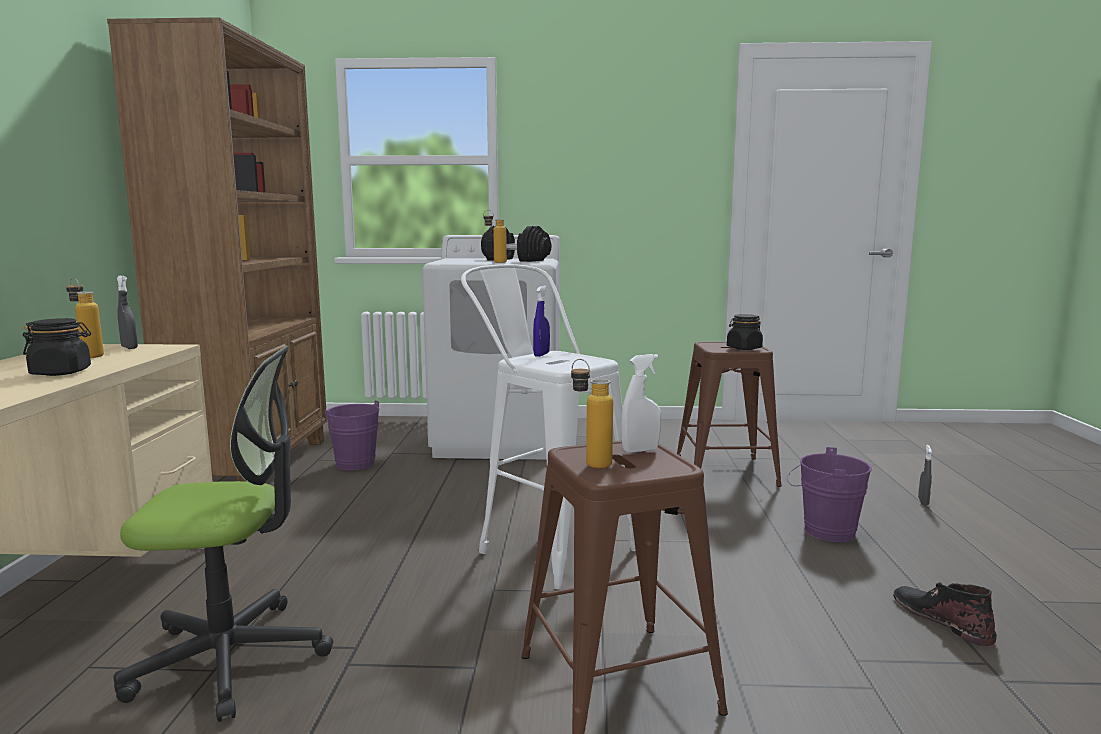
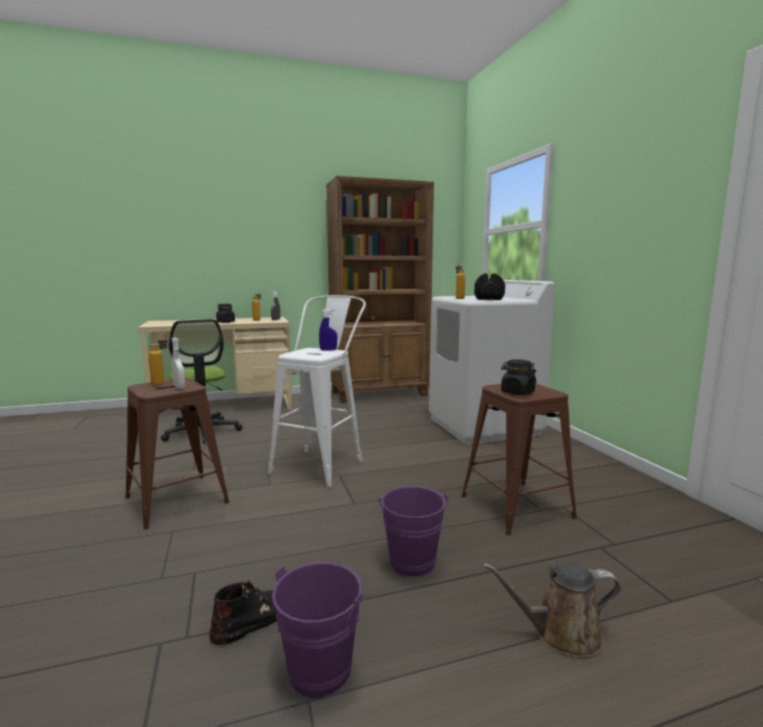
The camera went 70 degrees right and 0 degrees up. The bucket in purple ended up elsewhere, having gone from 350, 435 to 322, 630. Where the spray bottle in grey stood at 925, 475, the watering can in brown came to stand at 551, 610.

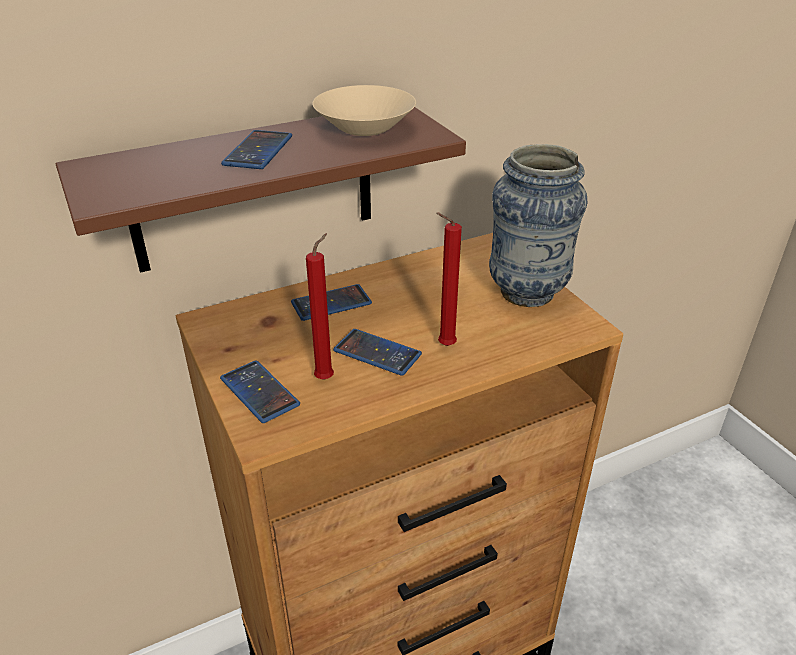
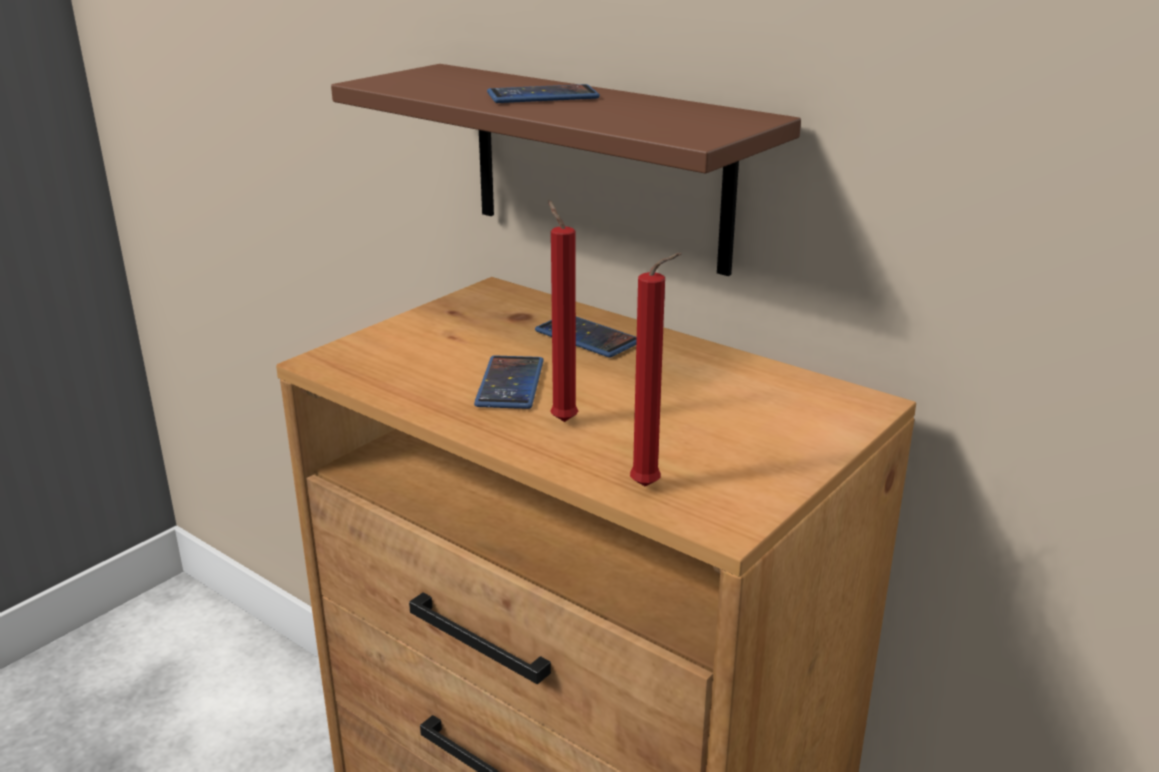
The camera went 65 degrees right and 10 degrees down. The candle in red ended up elsewhere, having gone from 320, 306 to 656, 369. The second view lost the phone at 260, 391. The second view lost the bowl in beige at 364, 110. The second view lost the vase at 538, 225.

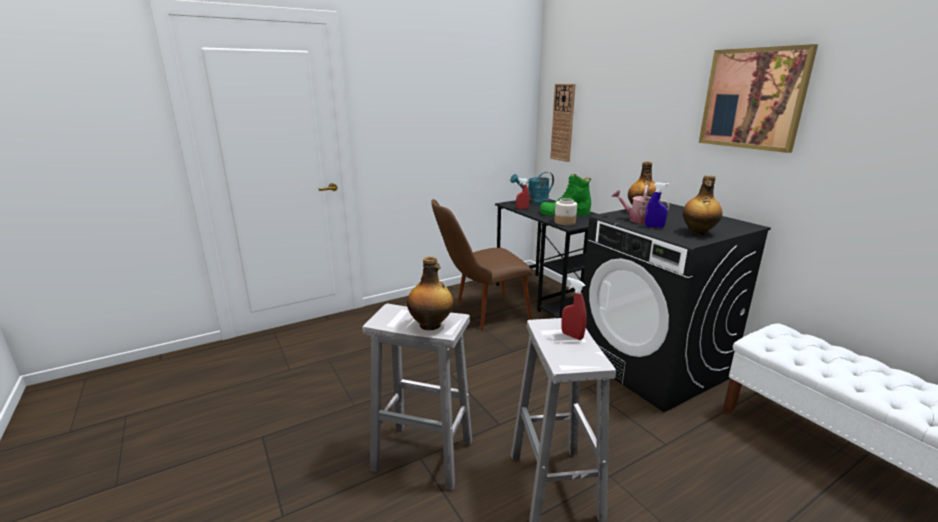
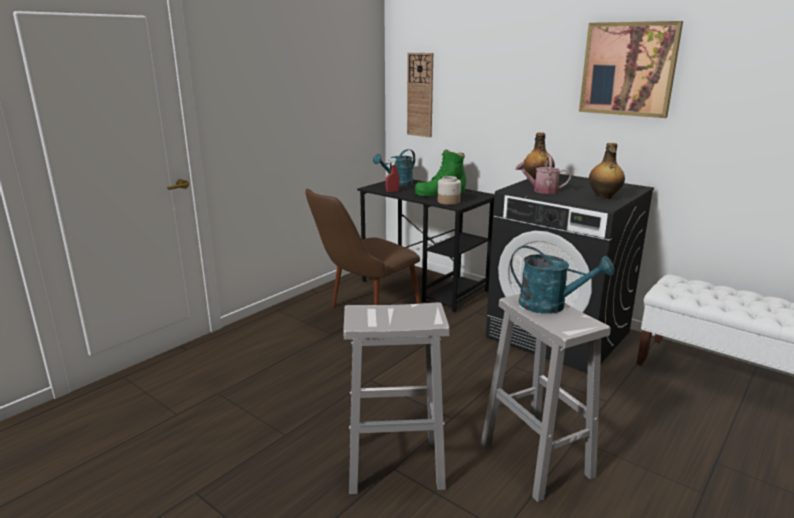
The camera went 20 degrees left and 0 degrees up. Where the spray bottle in red stood at 574, 309, the watering can in turquoise came to stand at 562, 280. The second view lost the bottle at 430, 293. The second view lost the spray bottle in blue at 657, 205.

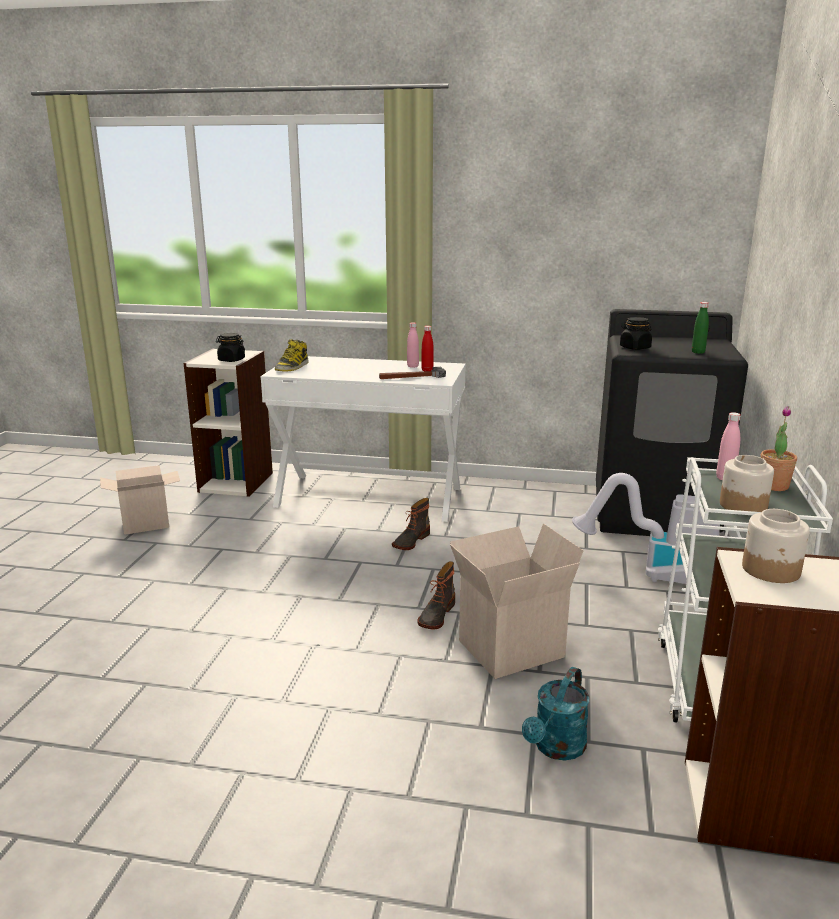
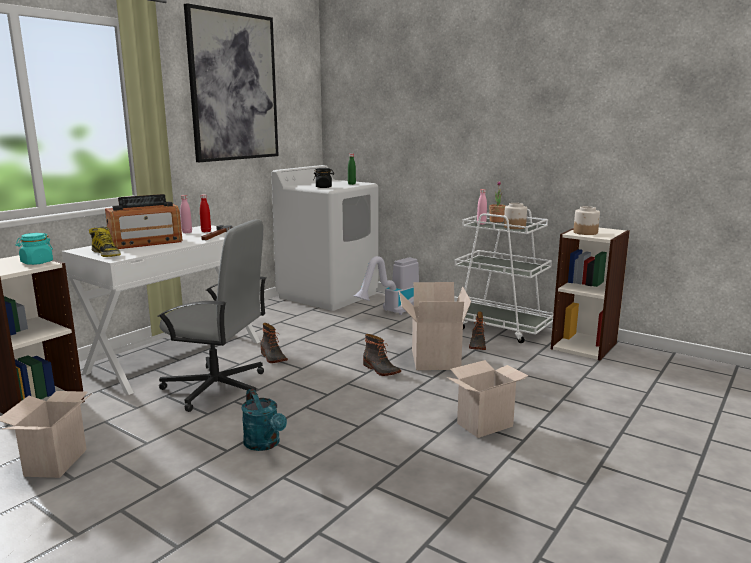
The camera went 65 degrees left and 5 degrees down. What was the jar in black at 230, 347 turned into the jar in turquoise at 34, 249. The second view gained the radio at 144, 221. The second view gained the office chair in grey at 211, 315. The second view gained the picture at 231, 82. The watering can in turquoise ended up elsewhere, having gone from 555, 713 to 264, 420. What was the washing machine in black at 672, 422 turned into the washing machine in white at 325, 238. The second view gained the cardboard box at 487, 399. The second view gained the boot at 477, 331.

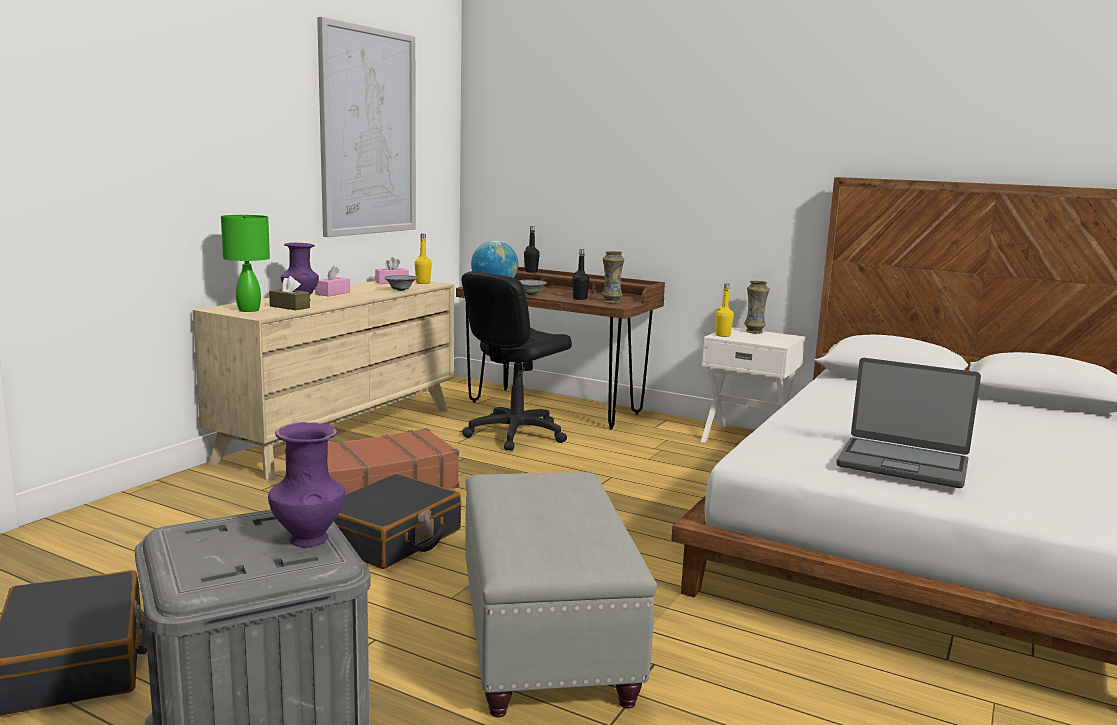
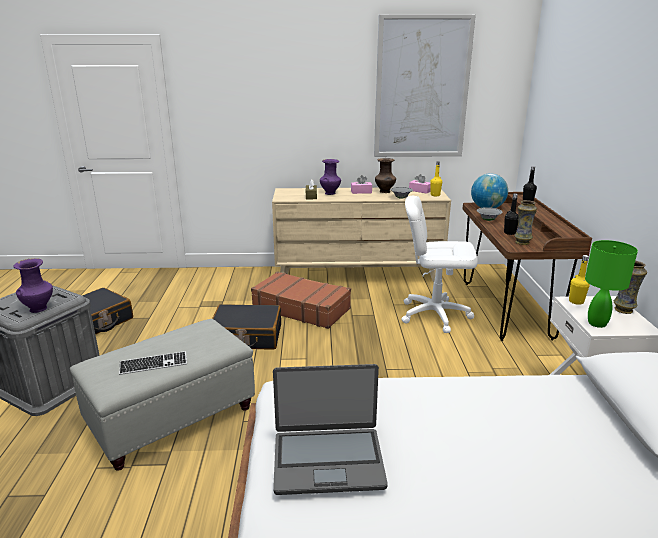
The camera went 60 degrees right and 10 degrees up. The second view gained the keyboard at 153, 363. The laptop at 908, 423 ended up facing another way, 90 degrees counterclockwise from before. The second view gained the vase in brown at 385, 175. What was the office chair in black at 516, 361 turned into the office chair in white at 439, 264. The table lamp in green ended up elsewhere, having gone from 245, 263 to 611, 284.

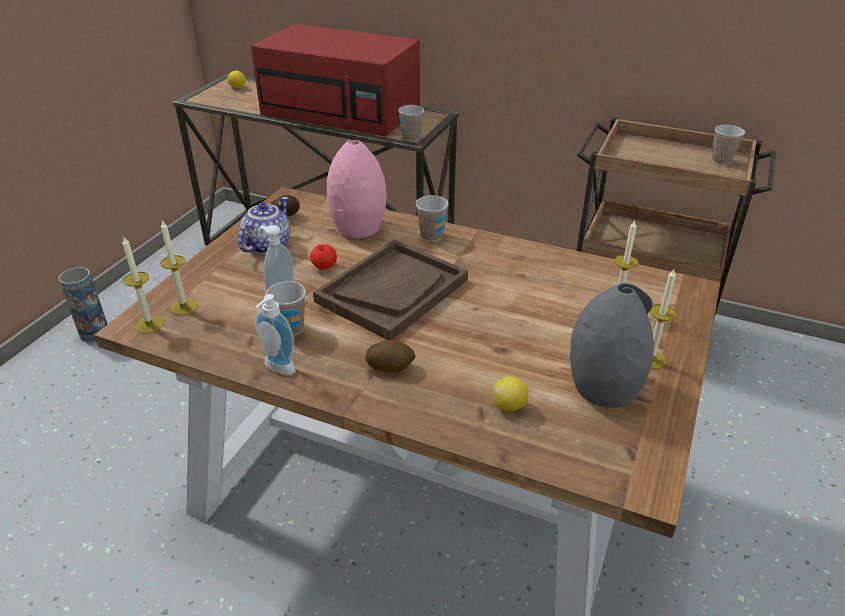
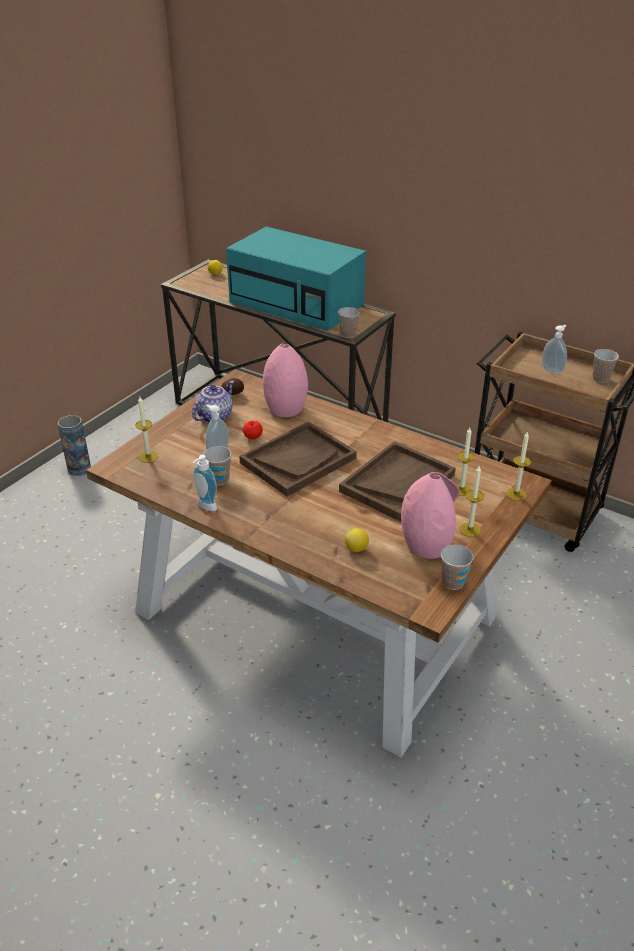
The camera went 10 degrees right and 0 degrees up. What was the microwave in red at 335, 80 turned into the microwave in turquoise at 296, 279. The second view gained the tray in brown at 397, 481. What was the vase in grey at 612, 345 turned into the vase in pink at 430, 515. The cup ended up elsewhere, having gone from 432, 218 to 457, 567. The candle ended up elsewhere, having gone from 143, 285 to 518, 466. The second view gained the soap dispenser at 554, 349. The second view lost the potato at 390, 356.

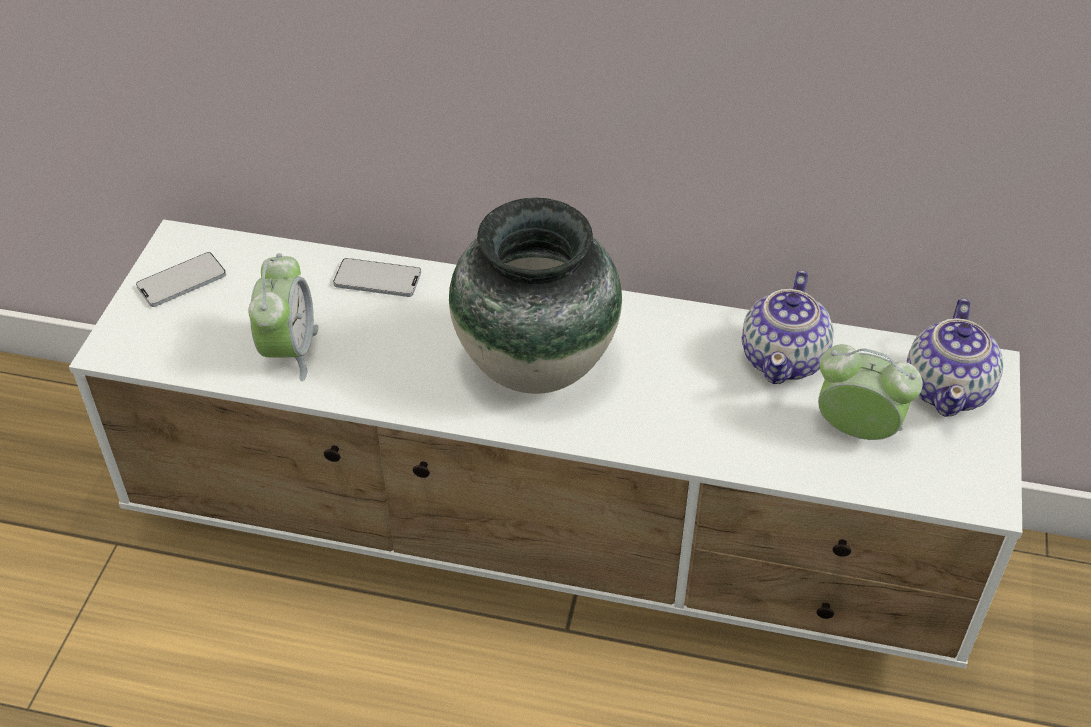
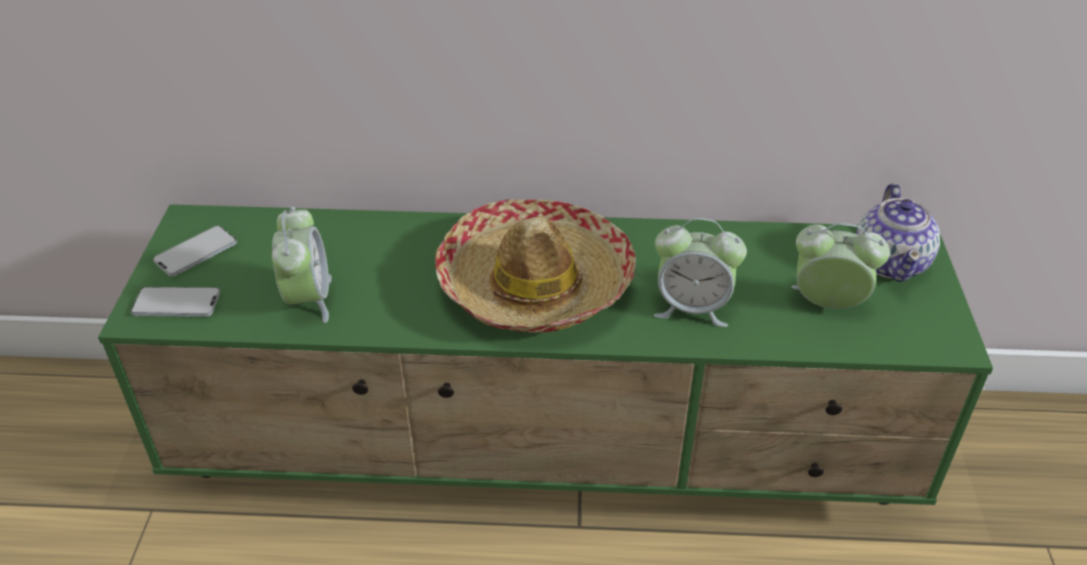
The camera went 10 degrees left and 5 degrees down. What was the tv stand in white at 545, 443 turned into the tv stand in green at 545, 354. The phone ended up elsewhere, having gone from 377, 277 to 175, 302. Where the vase stood at 535, 296, the hat came to stand at 535, 266. The second view gained the alarm clock at 700, 272. The second view lost the teapot at 788, 327.

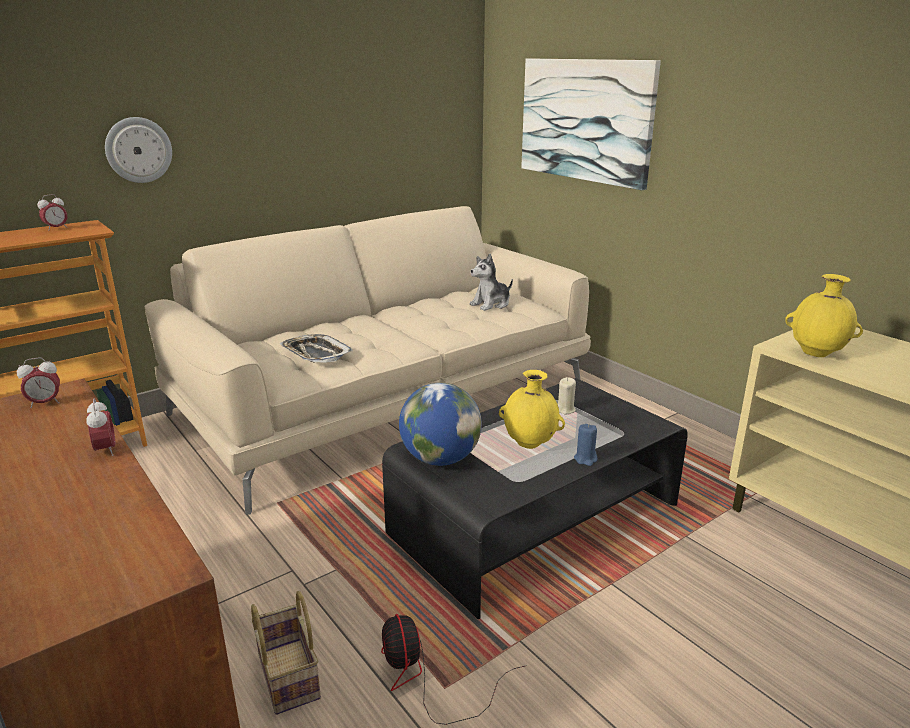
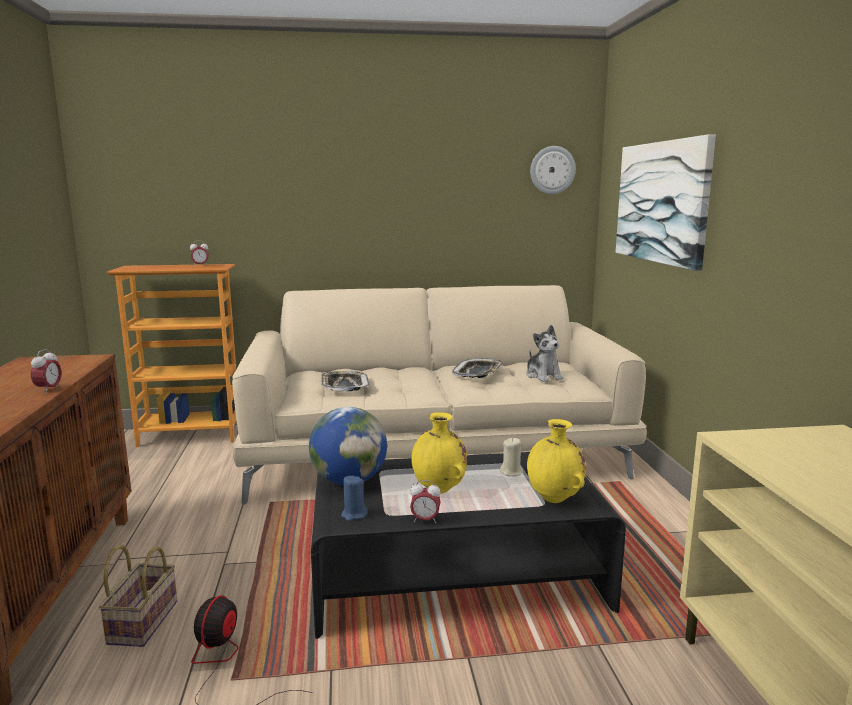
The camera went 30 degrees right and 10 degrees down. The candle in blue ended up elsewhere, having gone from 586, 445 to 354, 498. The alarm clock ended up elsewhere, having gone from 38, 382 to 425, 501. The second view gained the tray at 477, 368. The plush toy at 491, 282 ended up facing another way, 105 degrees counterclockwise from before. The vase in yellow ended up elsewhere, having gone from 824, 315 to 556, 461. The wall clock ended up elsewhere, having gone from 138, 150 to 553, 170.

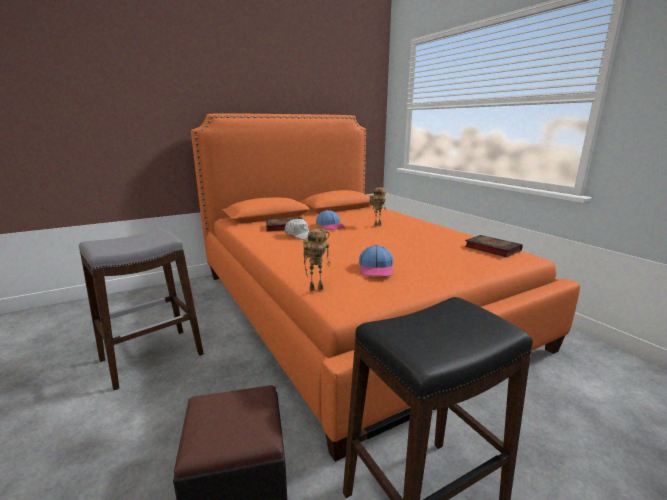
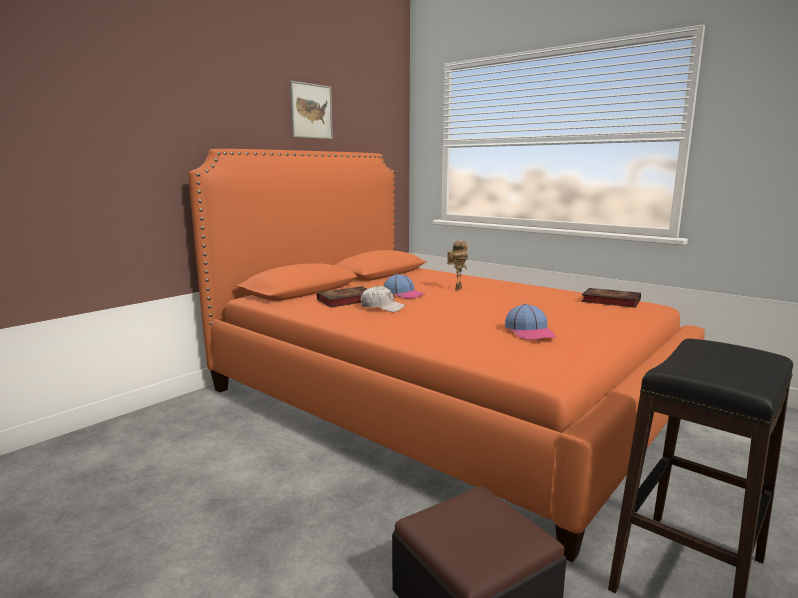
The camera went 20 degrees left and 5 degrees down. The second view gained the picture at 311, 110. The second view lost the stool in grey at 141, 309. The second view lost the toy robot at 317, 259.

